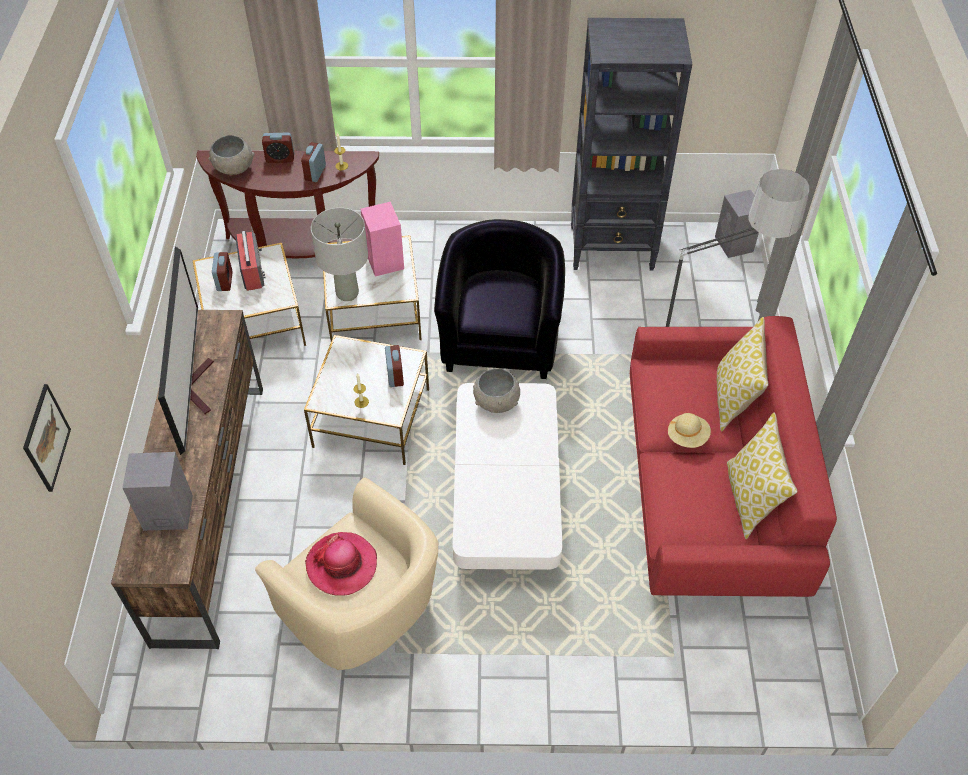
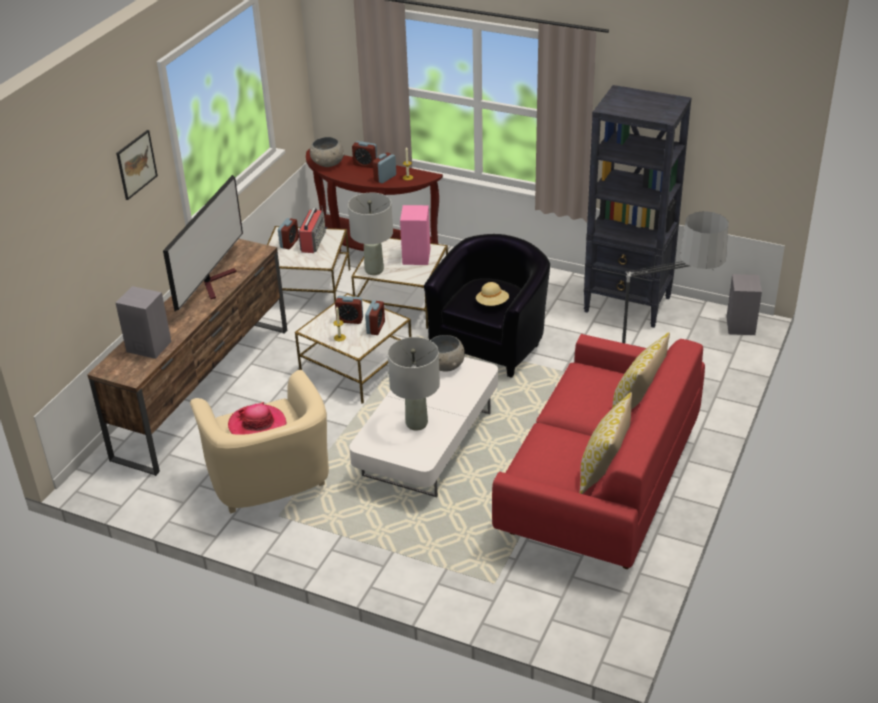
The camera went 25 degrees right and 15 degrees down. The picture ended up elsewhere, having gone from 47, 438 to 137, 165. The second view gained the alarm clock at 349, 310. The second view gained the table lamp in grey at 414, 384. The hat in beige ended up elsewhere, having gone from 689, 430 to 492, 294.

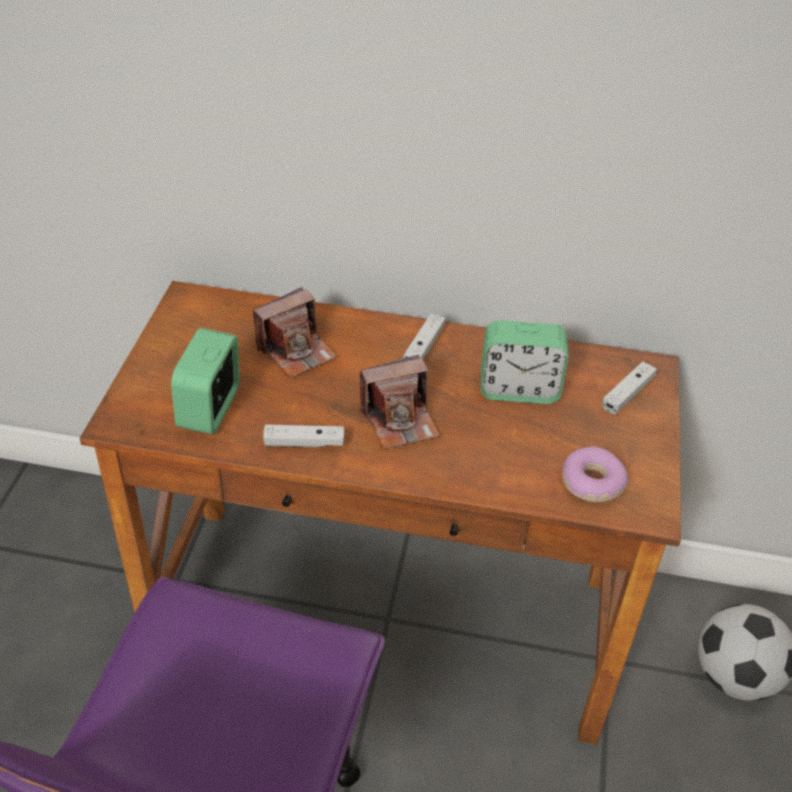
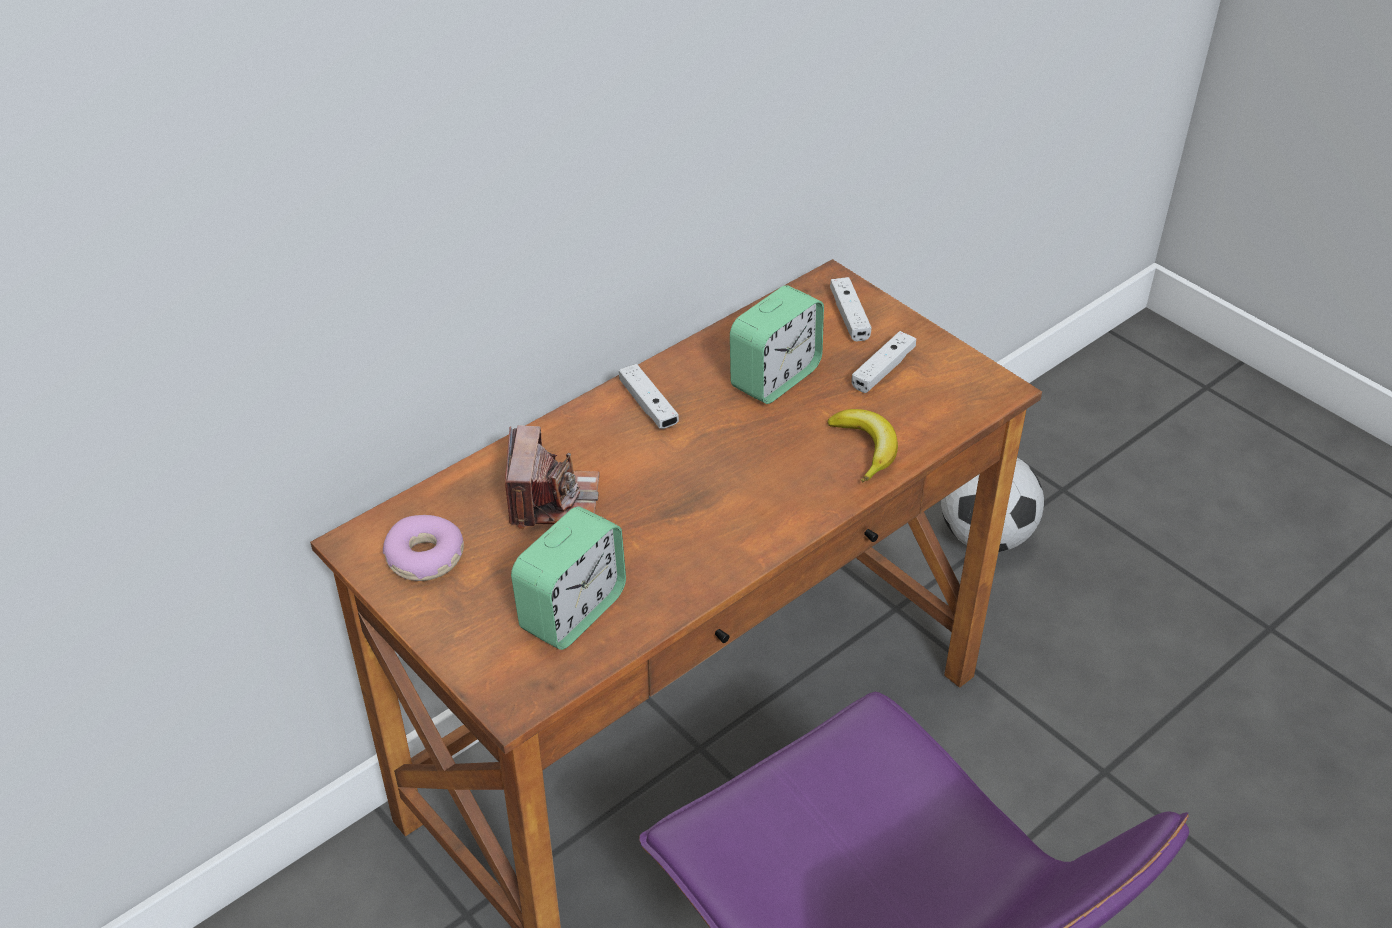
The camera went 50 degrees left and 0 degrees up. The donut ended up elsewhere, having gone from 595, 475 to 423, 548. The alarm clock at 205, 381 ended up facing another way, 105 degrees counterclockwise from before. The second view gained the banana at 863, 445. The game controller in white ended up elsewhere, having gone from 303, 436 to 884, 362. The second view lost the photo camera at 399, 402.

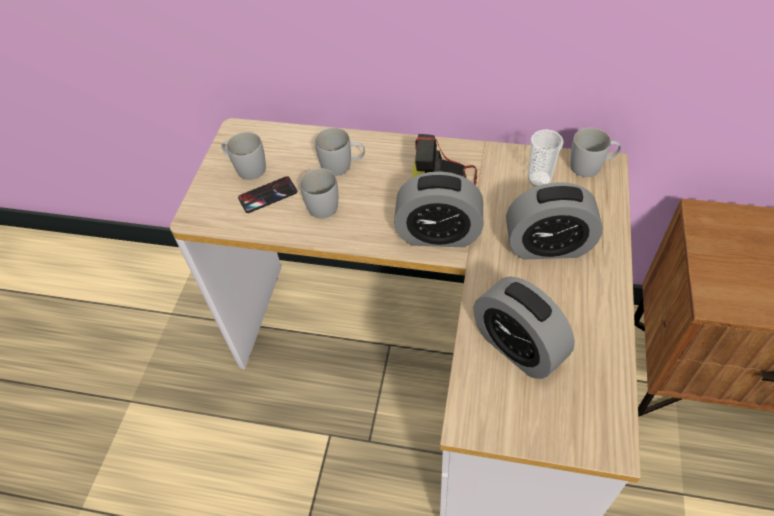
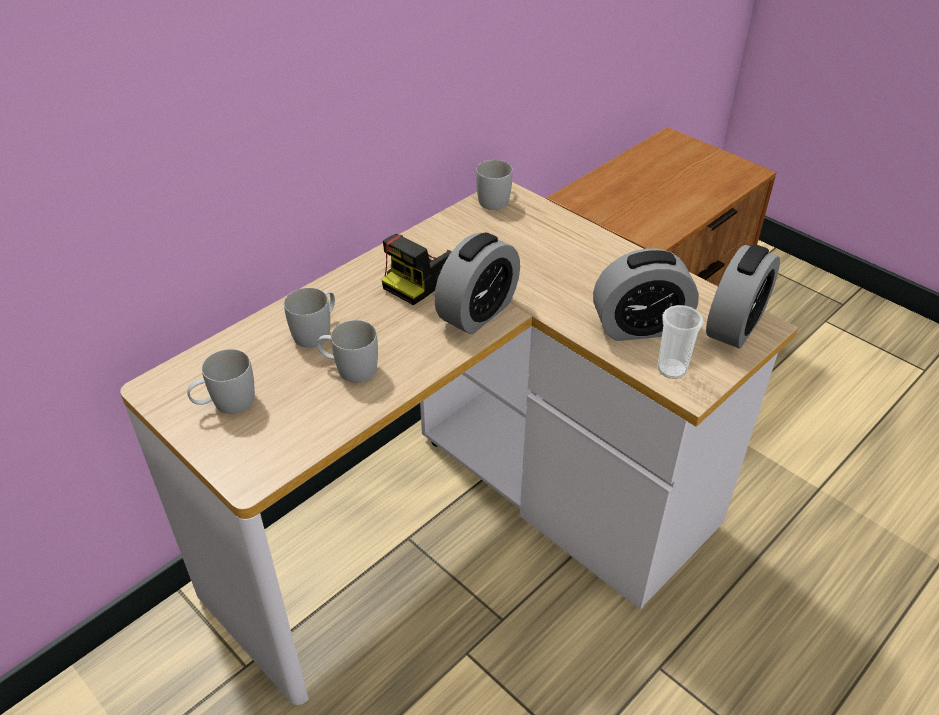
The camera went 60 degrees left and 10 degrees down. The cup ended up elsewhere, having gone from 546, 158 to 680, 342. The alarm clock ended up elsewhere, having gone from 554, 221 to 743, 296. The second view lost the phone at 267, 194.

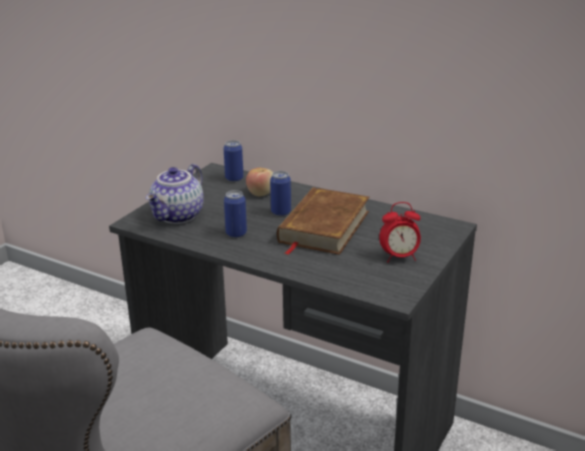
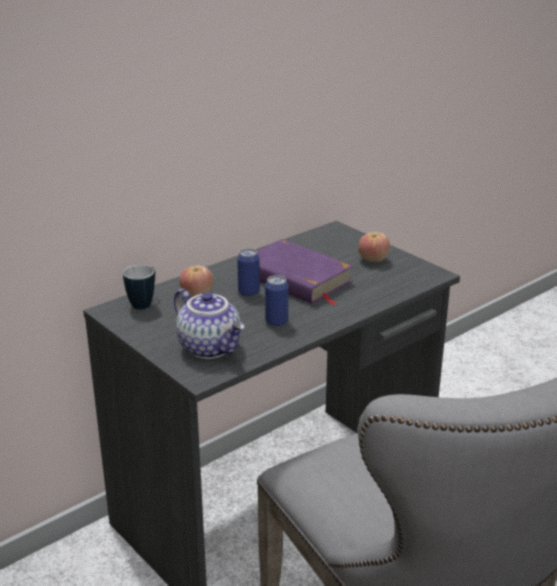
The camera went 70 degrees left and 0 degrees up. Where the can stood at 234, 161, the mug came to stand at 139, 287. What was the book in brown at 323, 221 turned into the book in purple at 305, 272. Where the alarm clock stood at 400, 232, the apple came to stand at 374, 247.

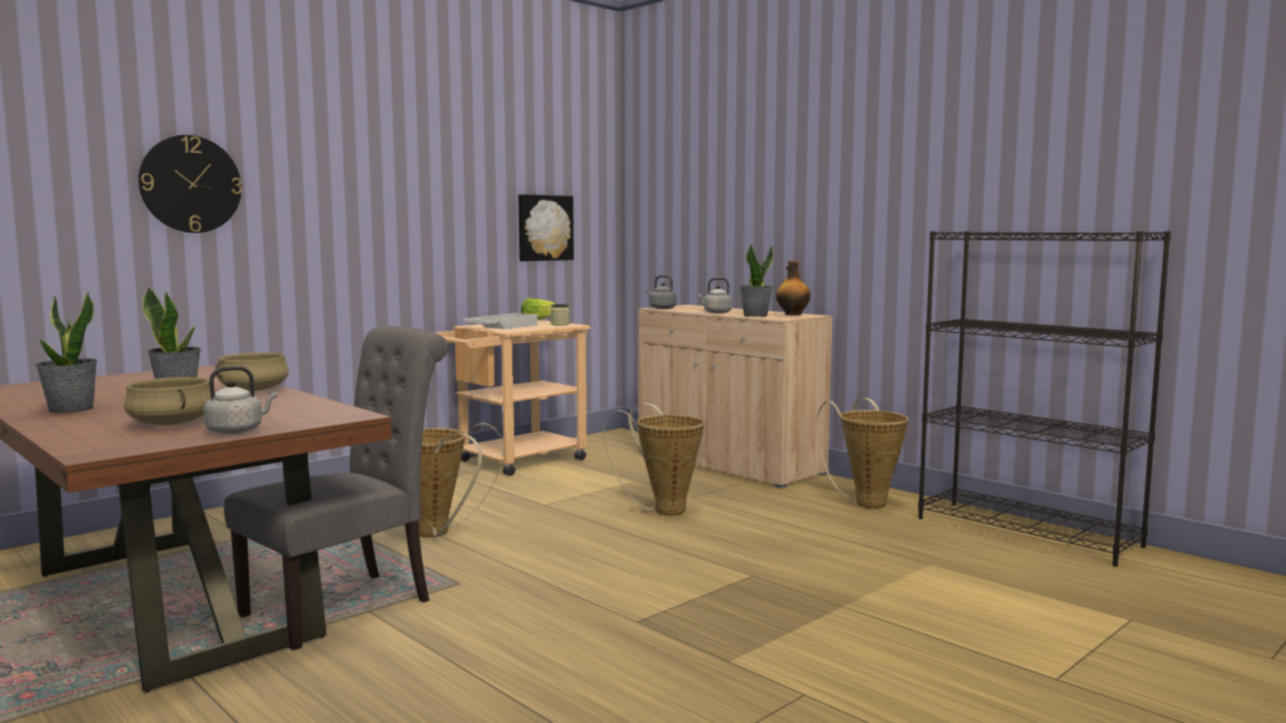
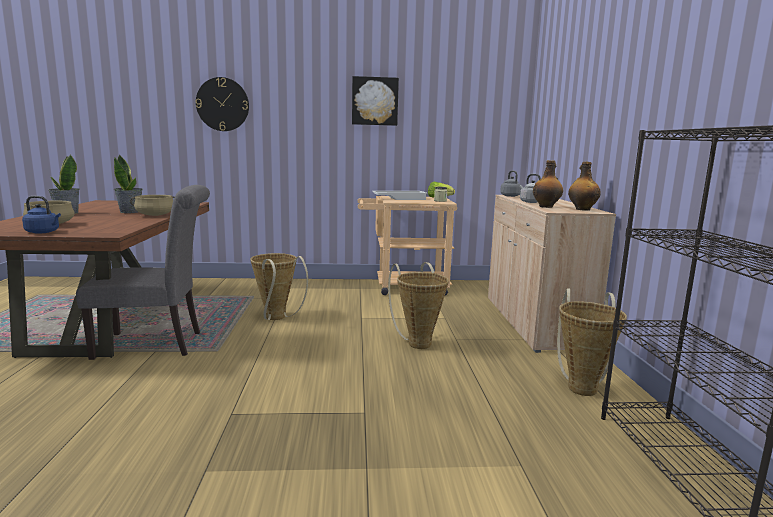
The camera went 40 degrees right and 5 degrees up. What was the kettle in grey at 240, 400 turned into the kettle in blue at 41, 215. The picture ended up elsewhere, having gone from 546, 227 to 375, 101. Where the potted plant stood at 756, 280, the bottle came to stand at 548, 184.

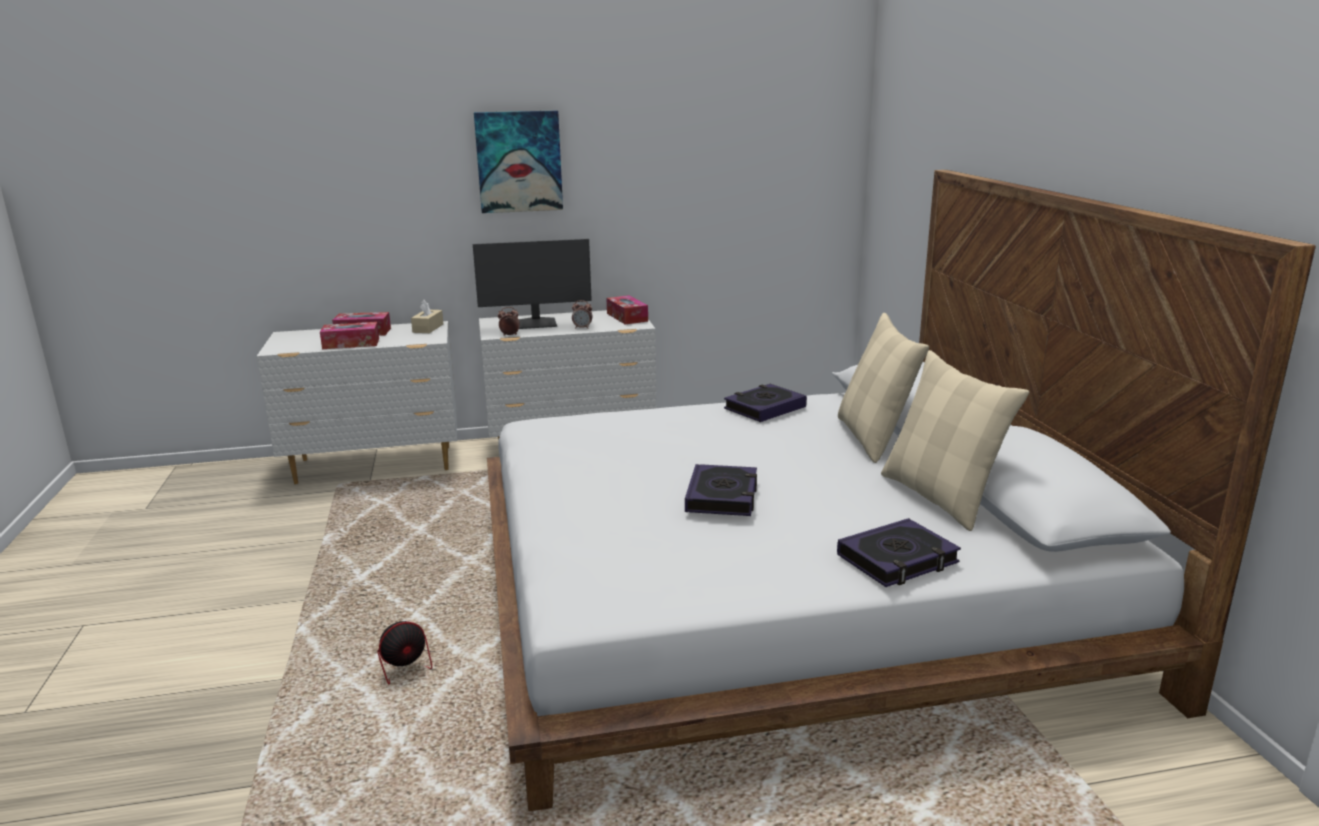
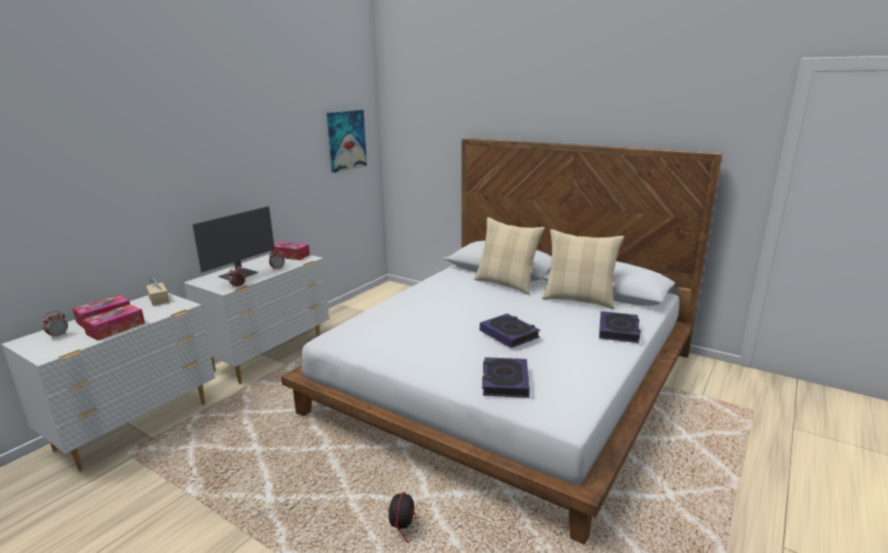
The camera went 45 degrees left and 0 degrees up. The second view gained the alarm clock at 55, 325. The picture ended up elsewhere, having gone from 518, 162 to 347, 141. The book ended up elsewhere, having gone from 765, 403 to 506, 377.

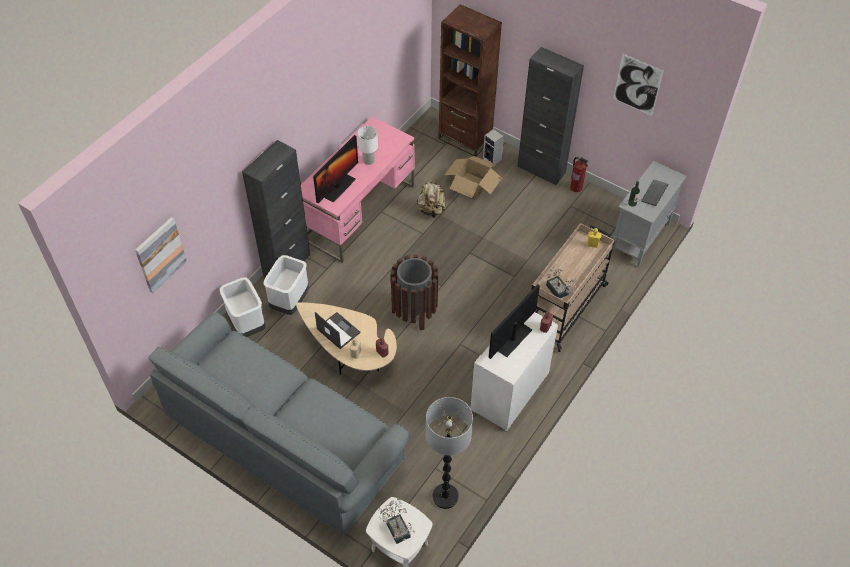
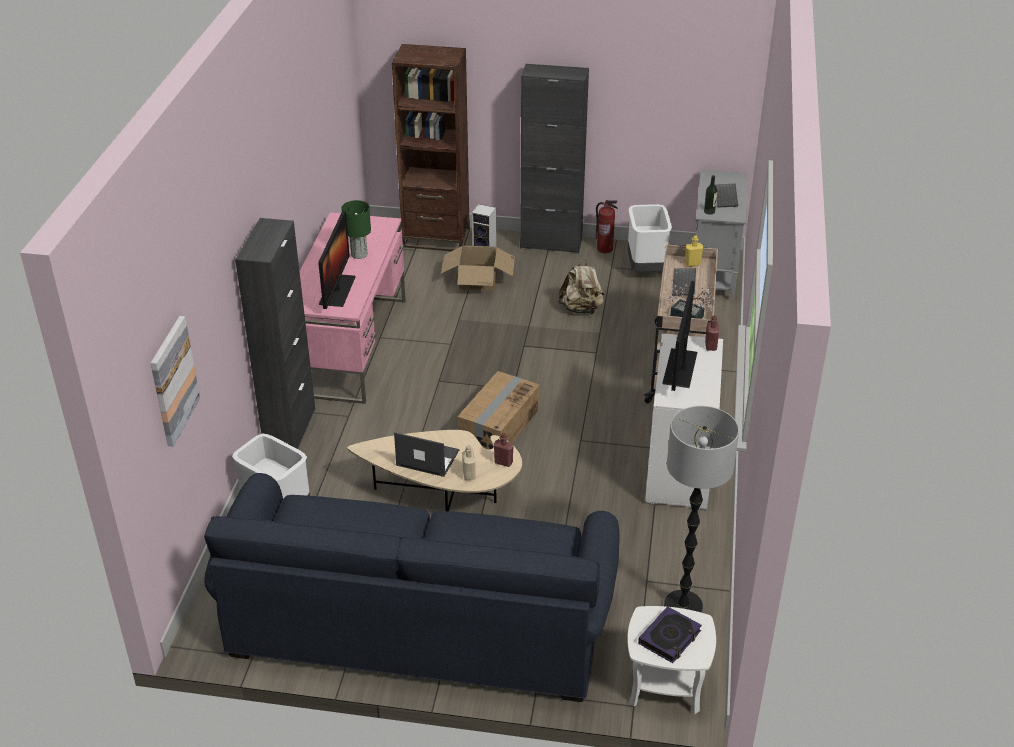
The camera went 25 degrees left and 15 degrees down. What was the sofa in grey at 279, 424 turned into the sofa in blue at 412, 587. What was the table lamp in white at 368, 145 turned into the table lamp in green at 356, 229. Where the trash can in brown stood at 414, 293, the cardboard box came to stand at 498, 410. The backpack in beige ended up elsewhere, having gone from 431, 199 to 581, 287. The trash can in white ended up elsewhere, having gone from 286, 285 to 650, 238. Where the potted plant stood at 396, 521, the book came to stand at 670, 634. The second view gained the keyboard at 684, 282. The second view lost the picture at 638, 85.

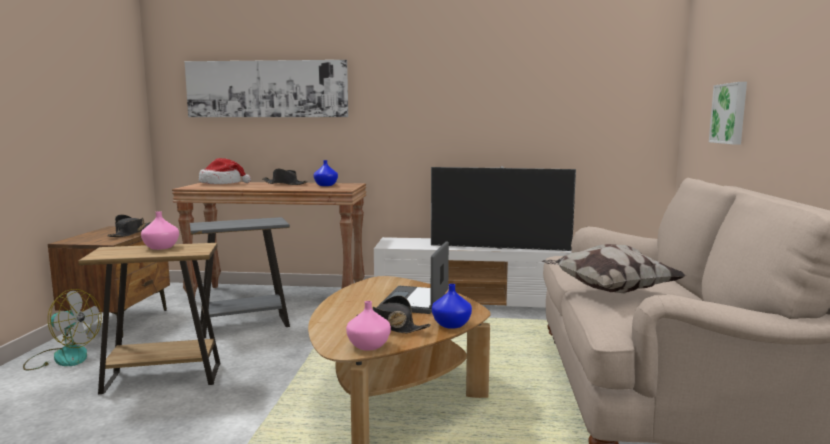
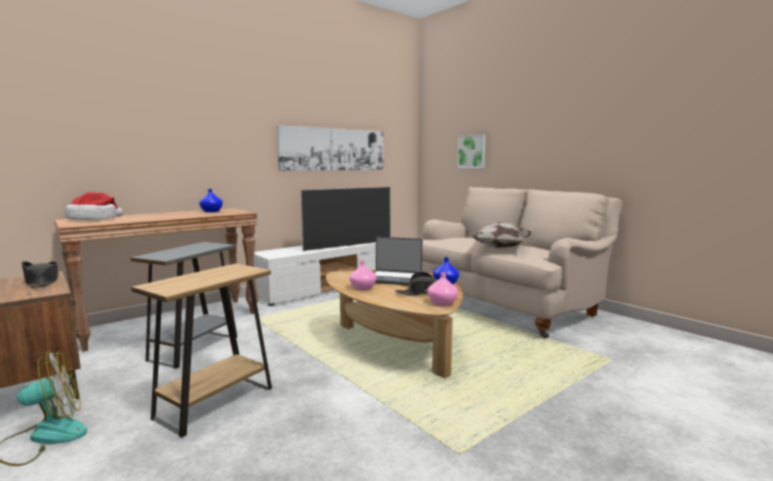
The camera went 45 degrees left and 0 degrees up. The picture ended up elsewhere, having gone from 266, 88 to 330, 148. The vase in pink ended up elsewhere, having gone from 160, 230 to 362, 275. The laptop at 414, 277 ended up facing another way, 45 degrees counterclockwise from before. The second view lost the hat in black at 285, 177.

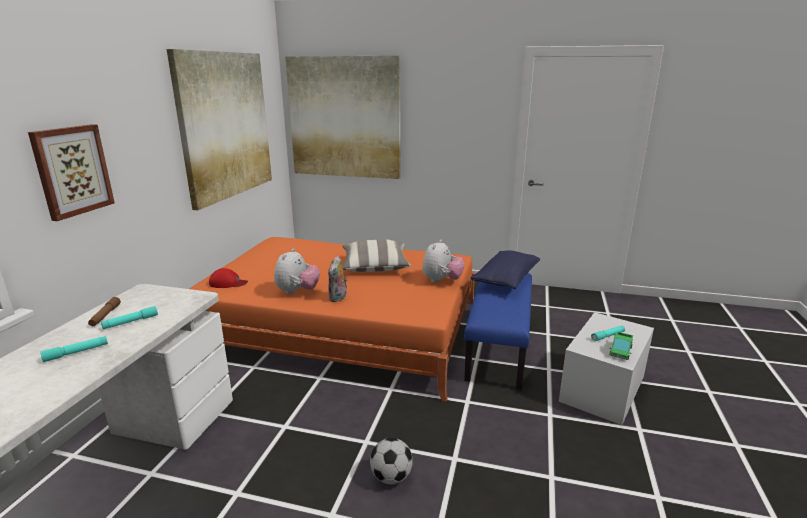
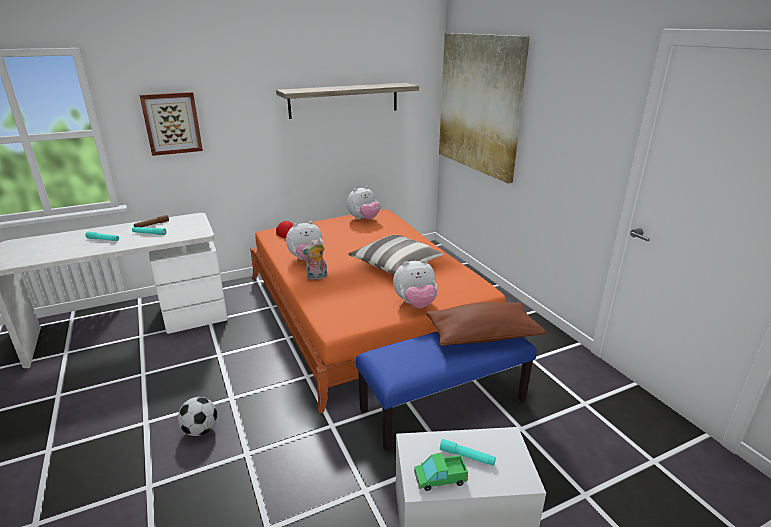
The camera went 50 degrees right and 5 degrees up. Where the picture hung at 219, 129, the shelf came to hang at 347, 101. The second view gained the plush toy at 363, 203. What was the pillow in blue at 505, 269 turned into the pillow in brown at 486, 324.

